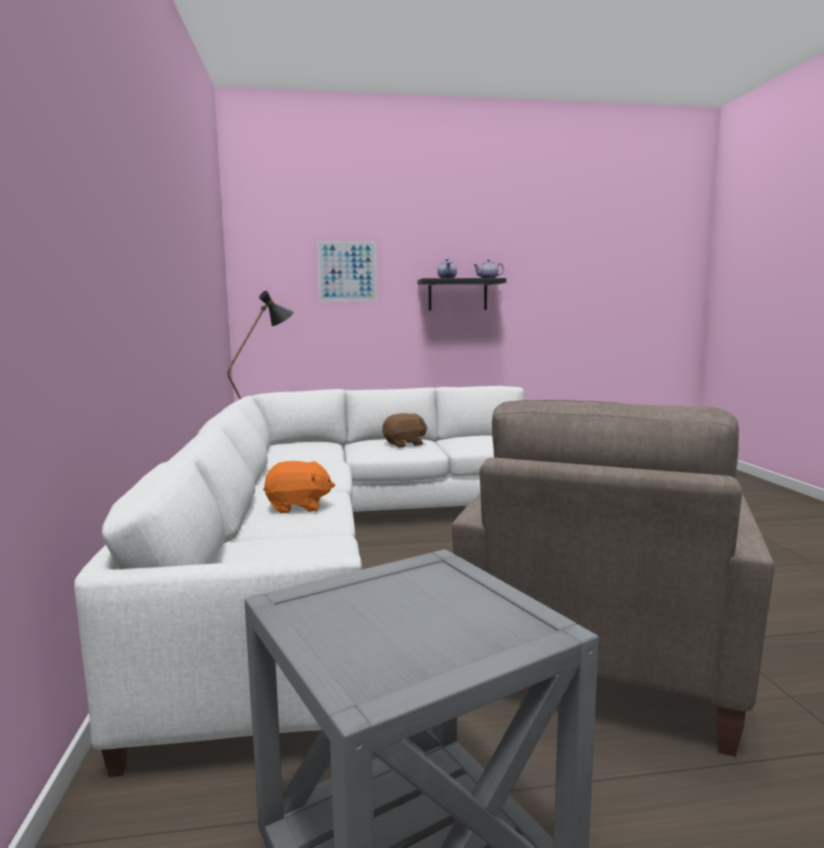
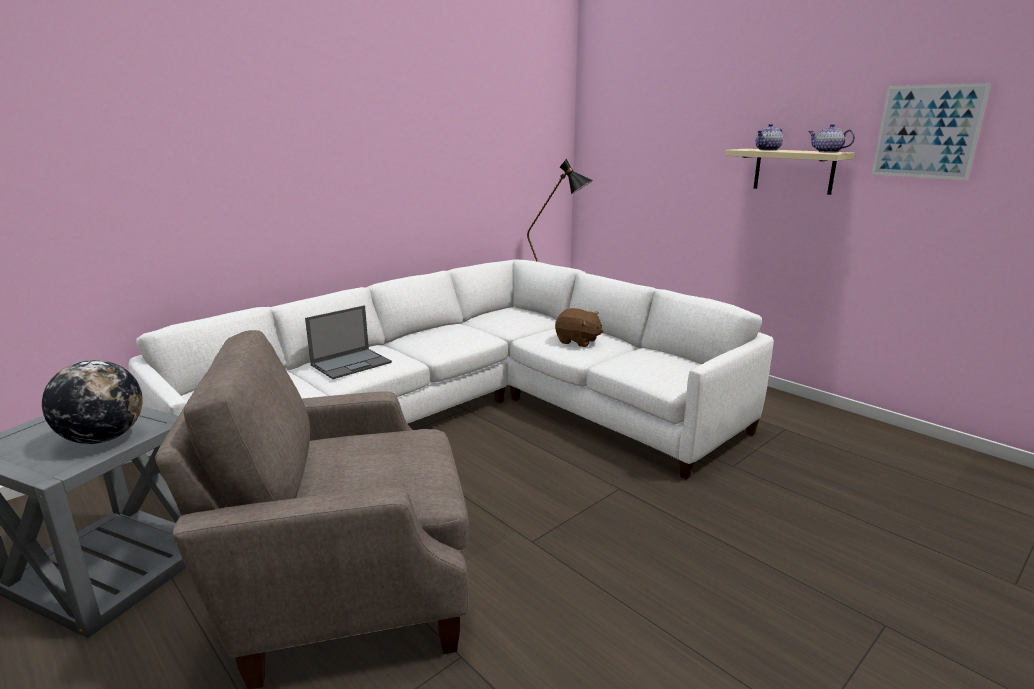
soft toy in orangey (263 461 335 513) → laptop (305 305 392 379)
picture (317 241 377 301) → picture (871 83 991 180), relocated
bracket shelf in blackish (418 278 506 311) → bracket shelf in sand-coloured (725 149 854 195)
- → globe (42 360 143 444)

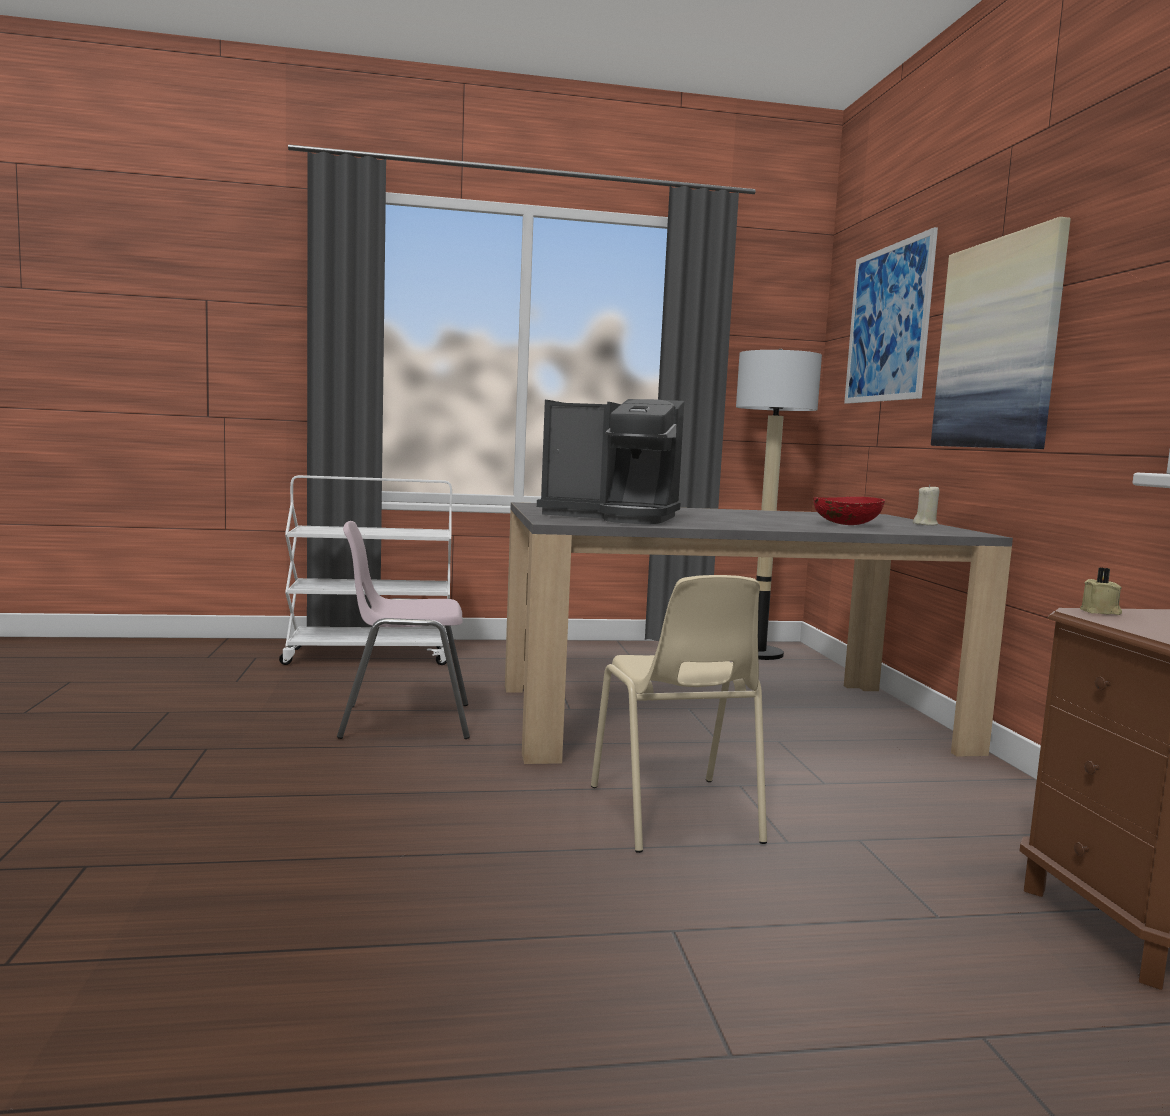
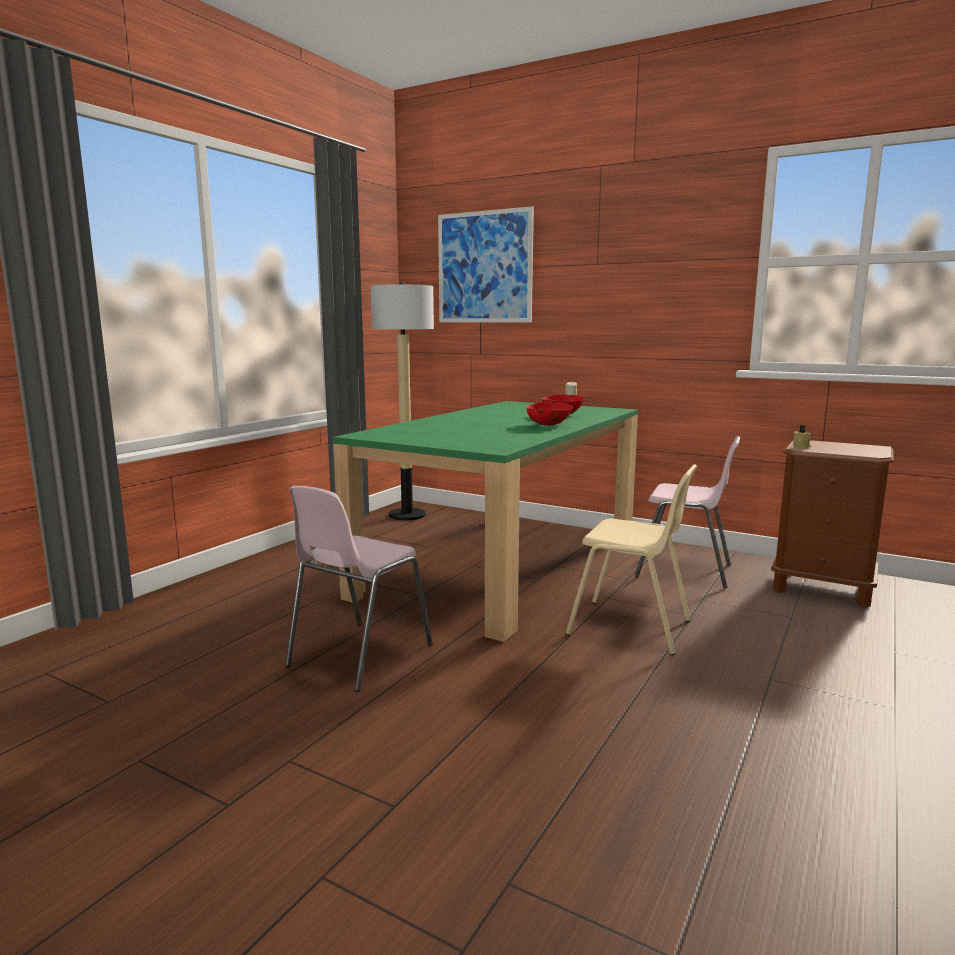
wheeled cart in whitish (279 475 452 665) → -
dining table in gray (505 502 1013 764) → dining table in greenish (333 401 638 642)
coffee brewer (537 399 684 524) → -
picture (931 217 1071 449) → -
- → bowl in reddish (526 402 573 426)
- → plain chair in pink-coloured (635 436 740 588)

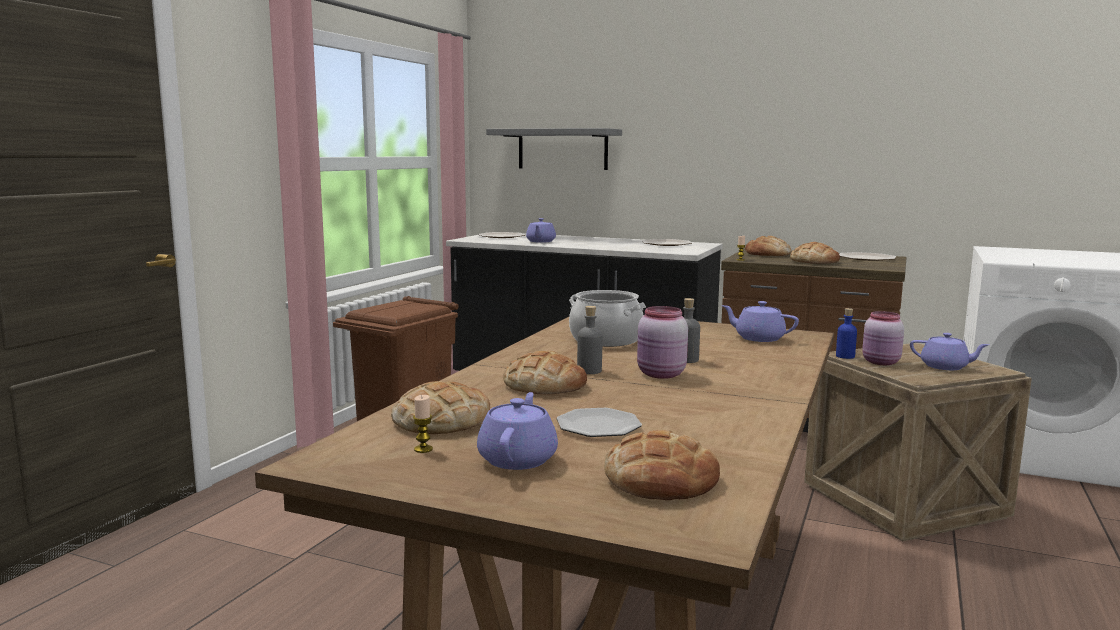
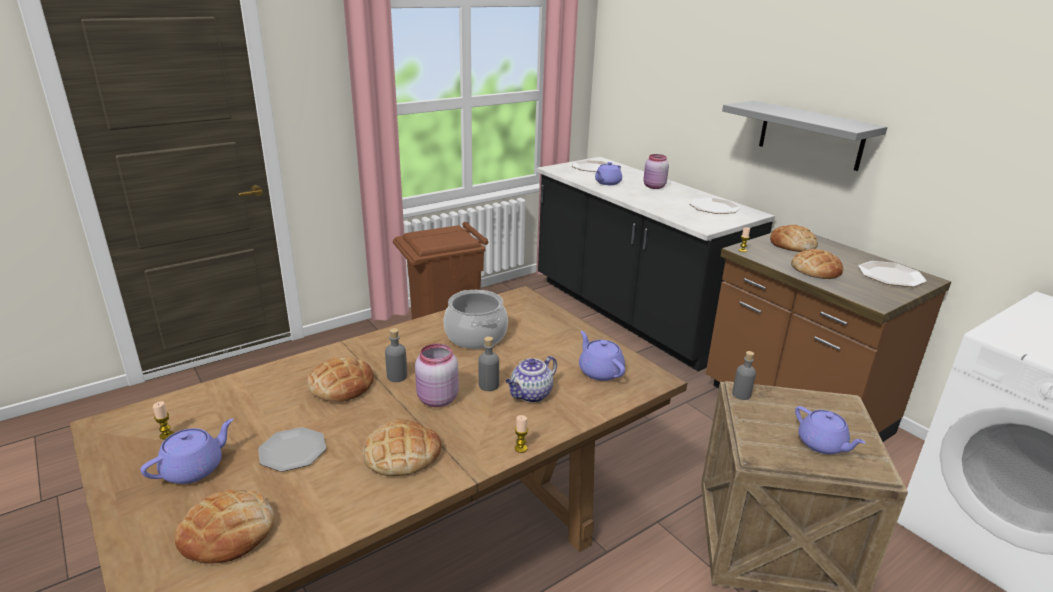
bakery bread (391 381 490 434) → bakery bread (362 420 441 476), relocated
bracket shelf in gray (486 128 622 170) → bracket shelf in gray (722 101 888 171), relocated
drink bottle in blue-coloured (836 308 857 359) → drink bottle in gray (732 351 756 400)
storage jar in pink-coloured (862 311 904 365) → storage jar in pink-coloured (643 154 669 189), relocated
- → pot for tea (506 356 557 403)
- → wax light (515 415 528 453)

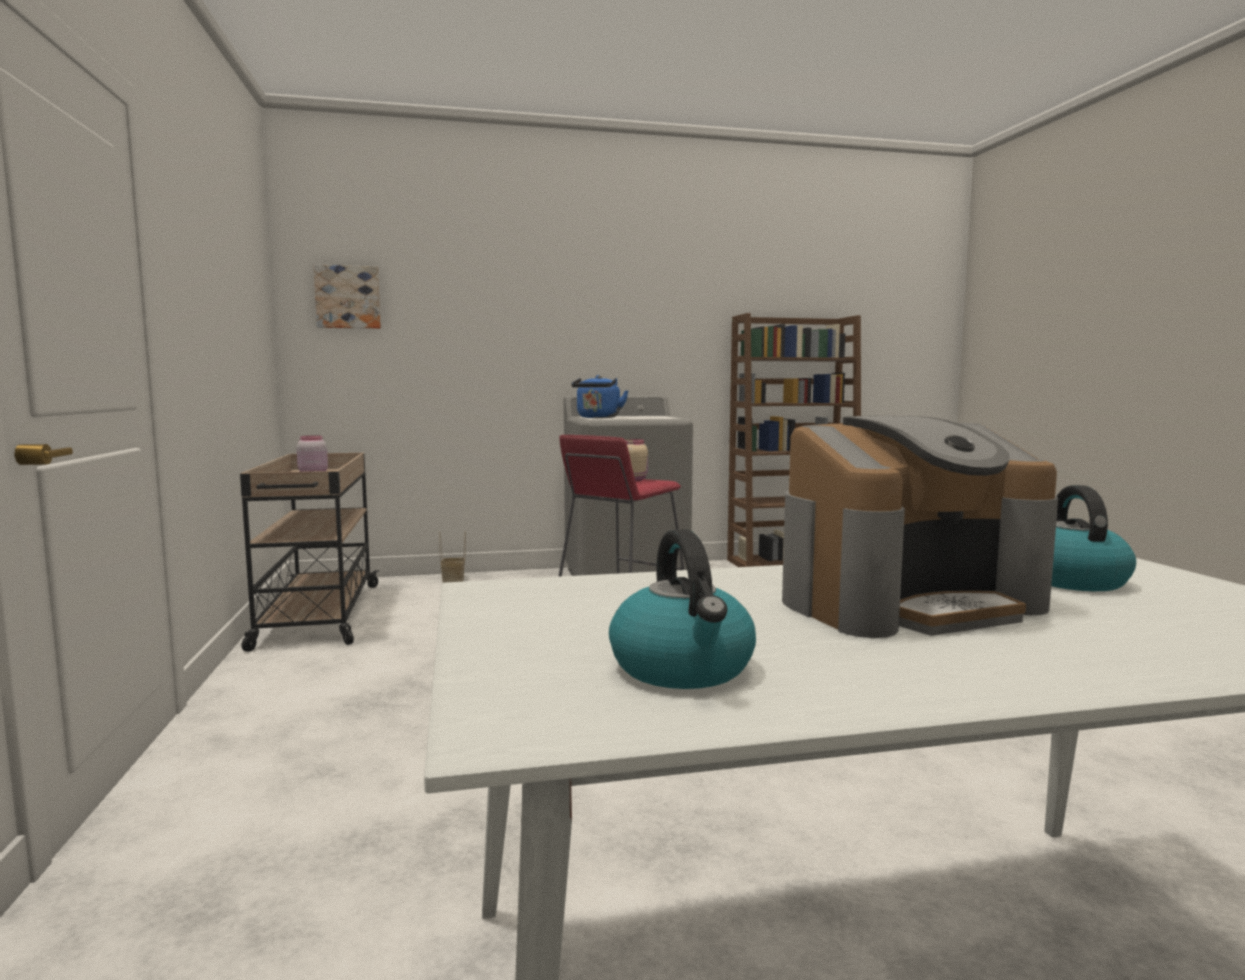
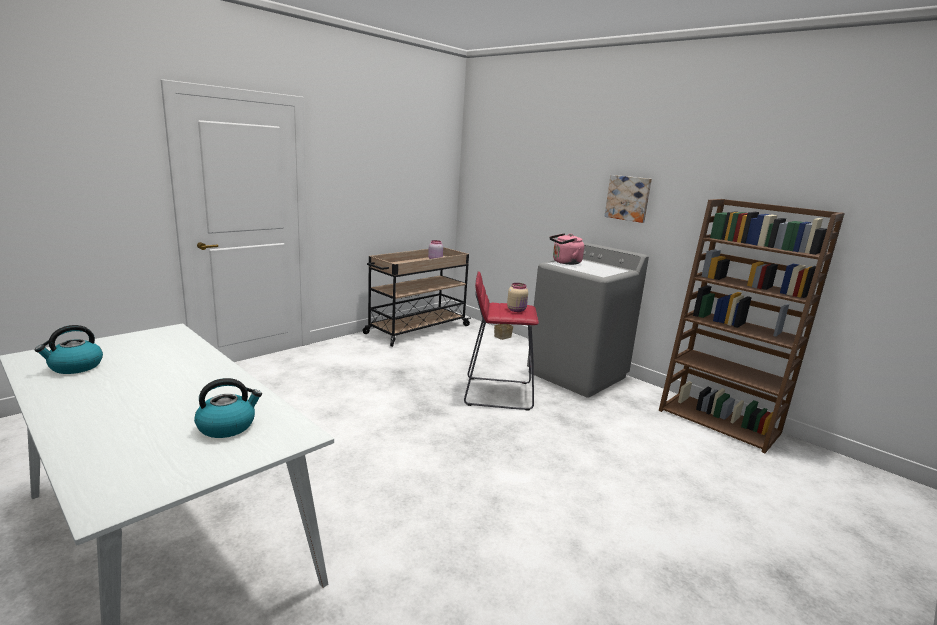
picture (313 264 381 329) → picture (604 175 652 223), relocated
kettle in blue-coloured (571 375 629 418) → kettle in pink-coloured (550 233 584 265)
coffee brewer (782 416 1058 638) → -

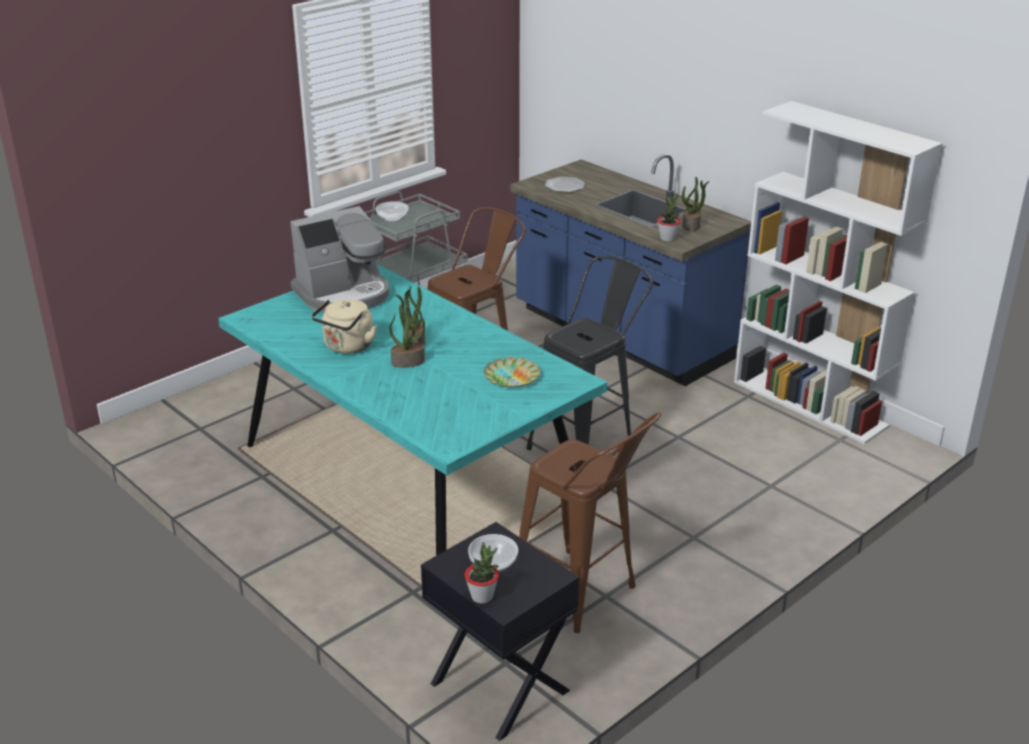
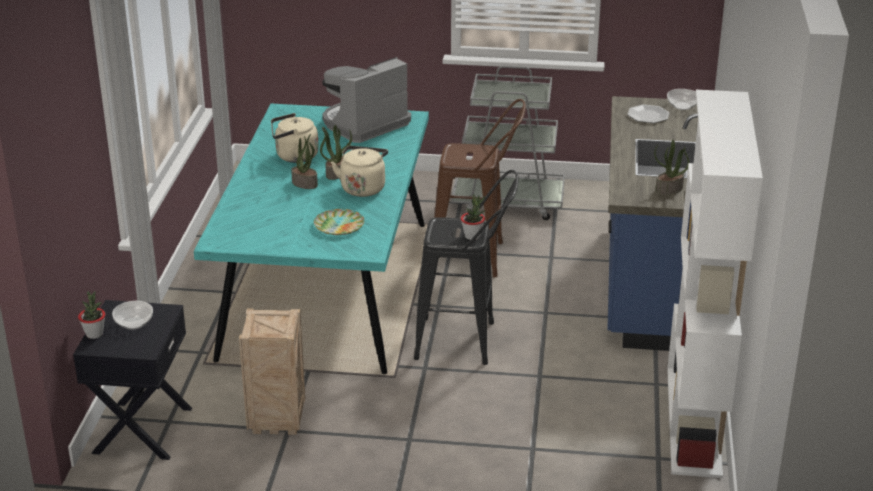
coffee brewer (290 206 389 312) → coffee brewer (322 57 411 143), 120 degrees clockwise
bowl (376 201 409 222) → bowl (667 89 697 110), relocated
stool seat in brown (519 412 661 633) → shipping crate (239 309 305 435)
houseplant (657 195 681 242) → houseplant (461 194 485 240), relocated
- → kettle in sand-coloured (331 146 388 197)

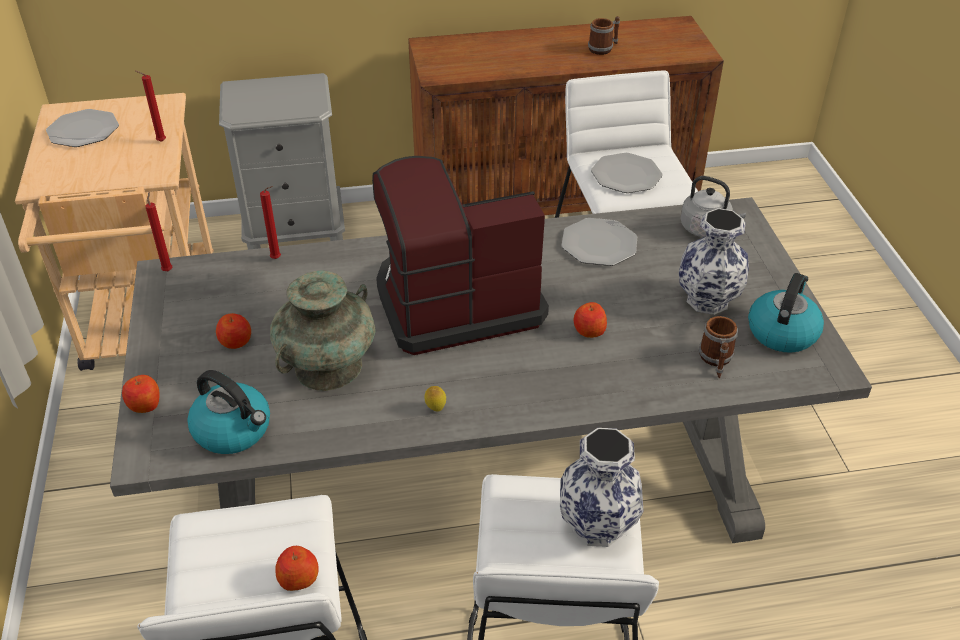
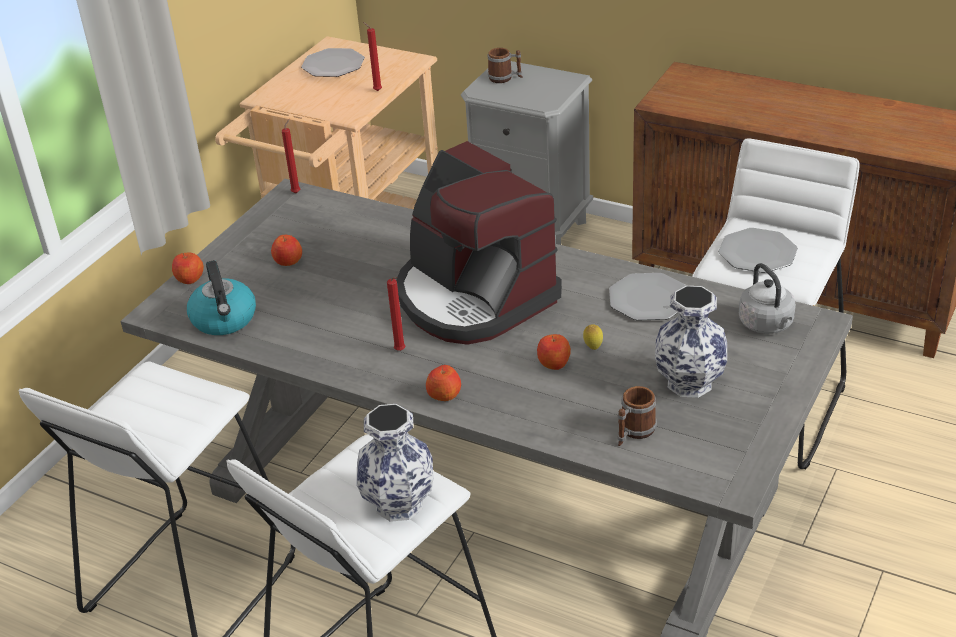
wax light in reddish (260 186 281 259) → wax light in reddish (387 277 405 351), relocated
decorative vase in turquoise (270 270 375 391) → -
apple fruit (275 546 318 591) → apple fruit (426 365 461 401), relocated
coffee brewer (372 156 549 355) → coffee brewer (396 141 562 345), 150 degrees counterclockwise
whole lemon (424 386 446 411) → whole lemon (583 324 603 350), relocated
tea mug (588 16 620 55) → tea mug (487 48 523 83), relocated
kettle (748 273 824 353) → -

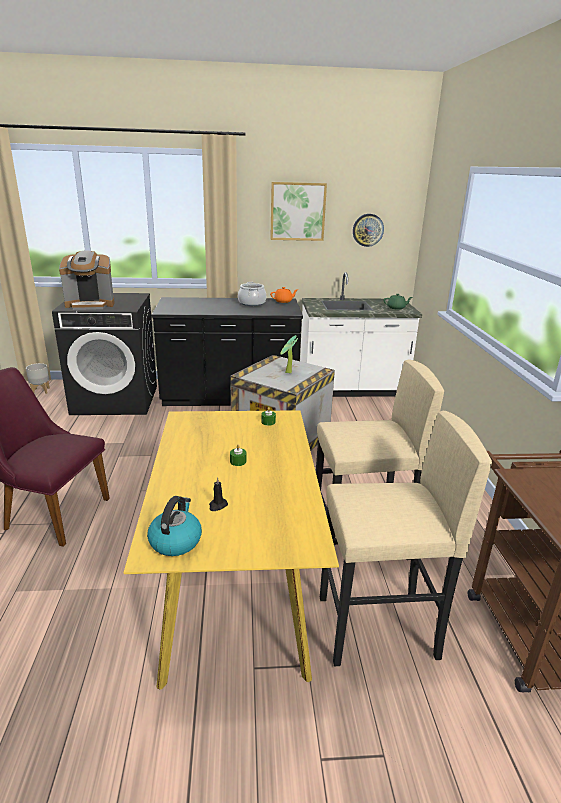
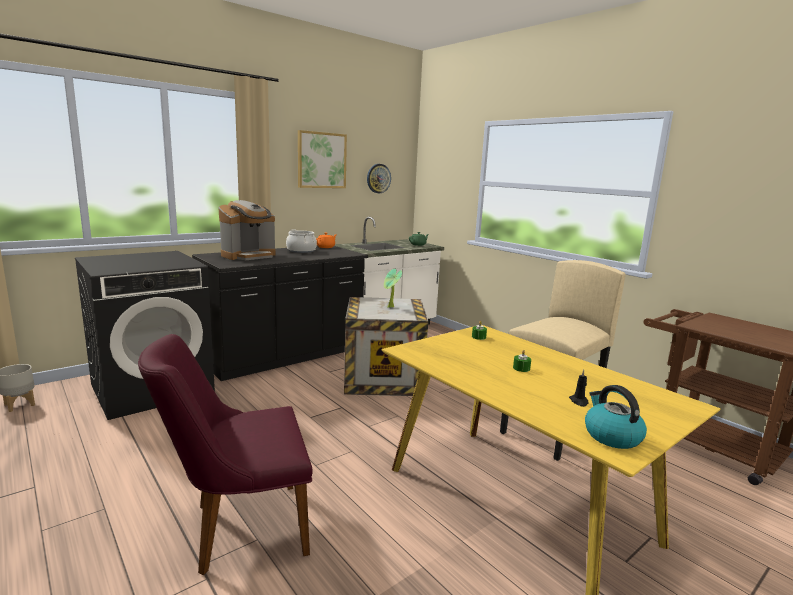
coffee brewer (59 251 114 310) → coffee brewer (219 200 276 260), relocated
stool seat in sand-coloured (320 411 492 666) → -

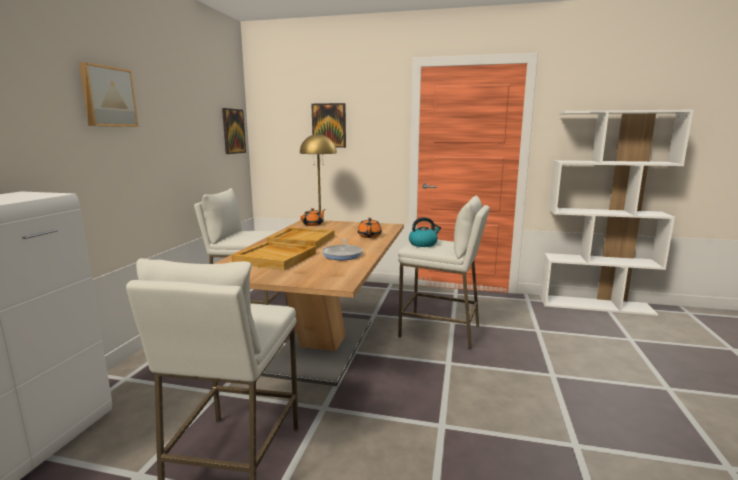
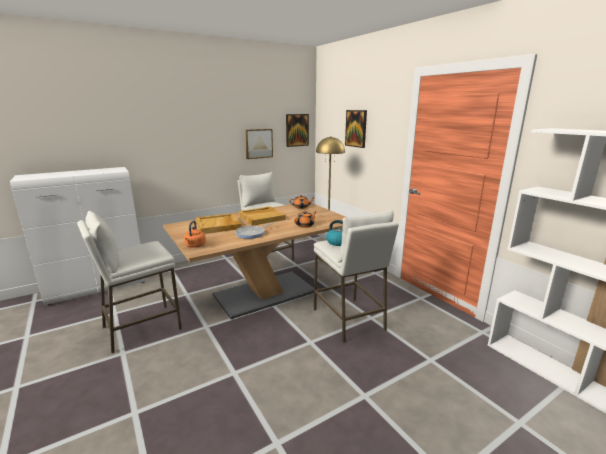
picture (79 62 139 127) → picture (245 129 273 159), relocated
- → kettle in orangey (184 221 206 248)

